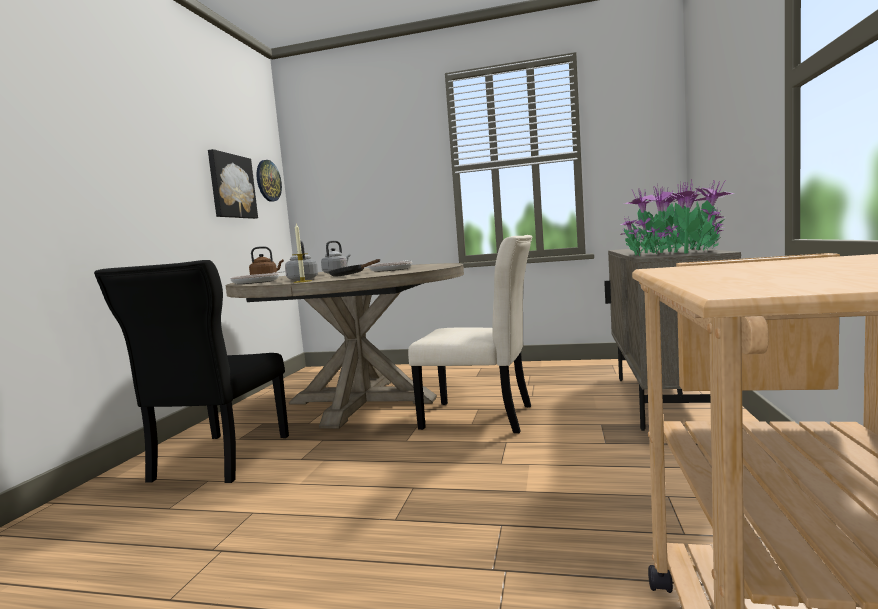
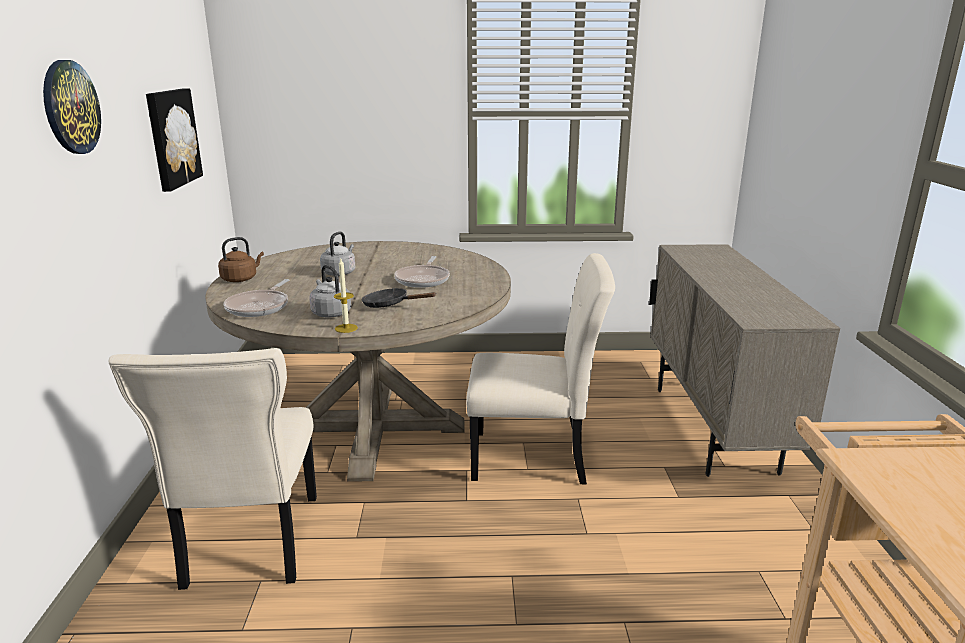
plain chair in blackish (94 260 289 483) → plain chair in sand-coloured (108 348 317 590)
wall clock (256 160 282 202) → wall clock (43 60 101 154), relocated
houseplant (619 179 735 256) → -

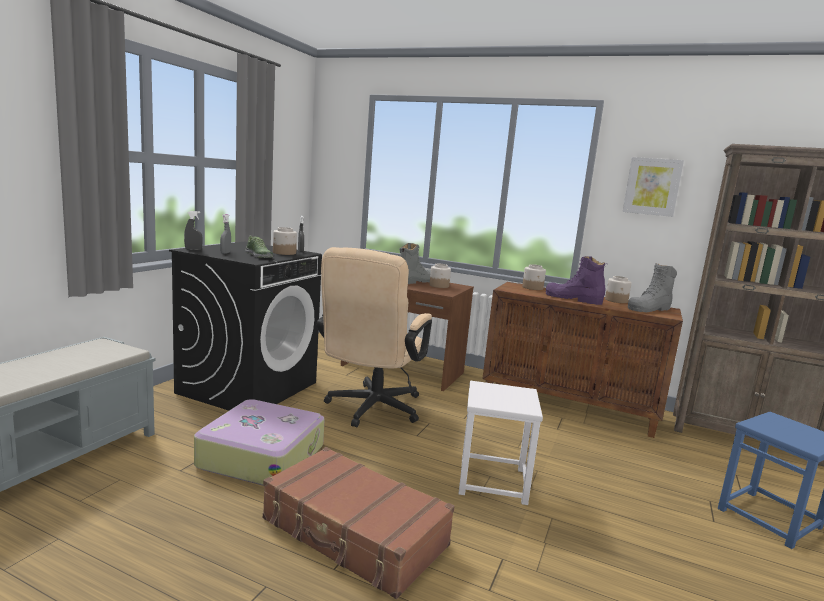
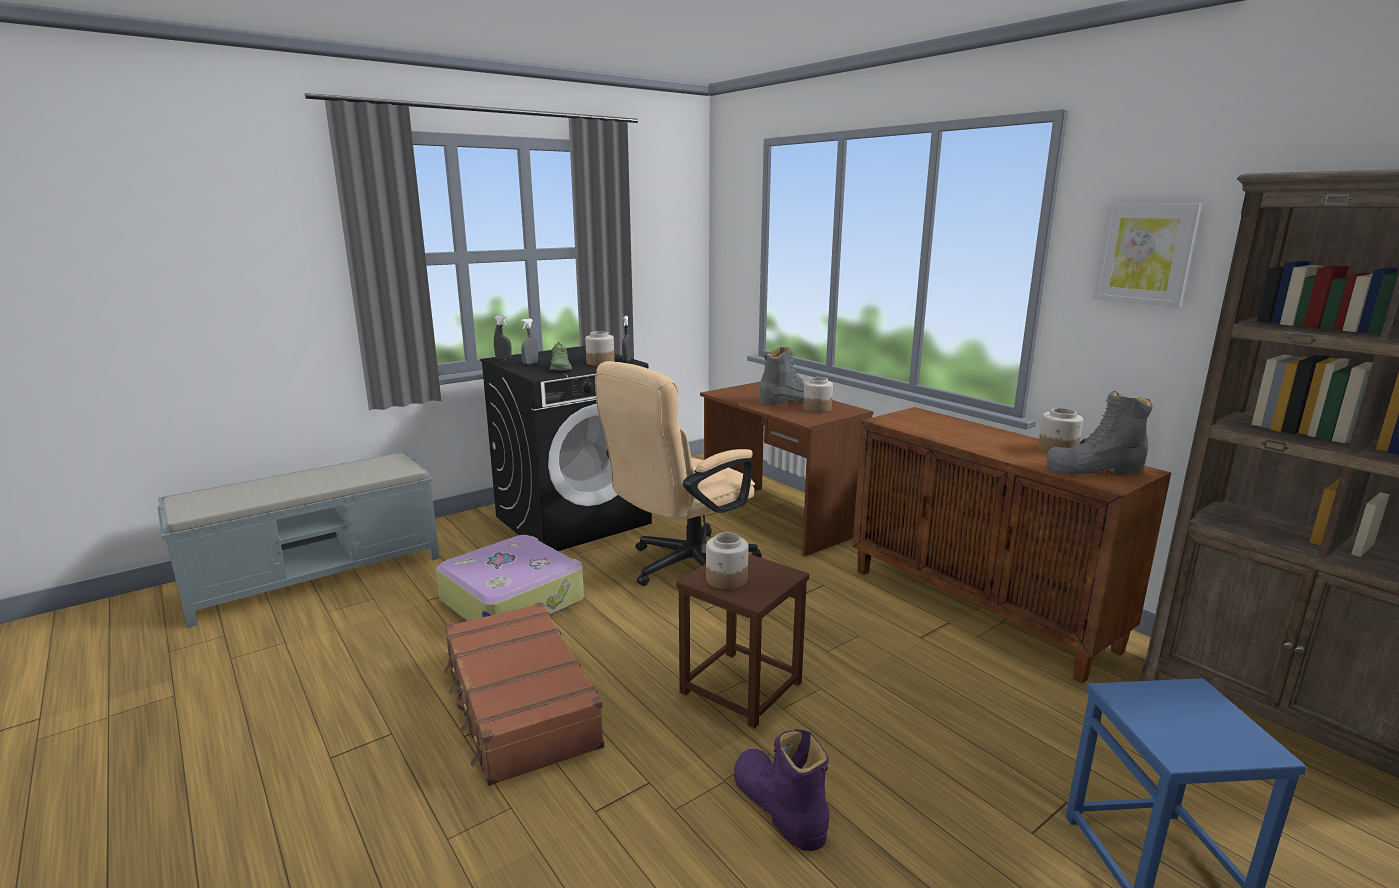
stool seat in whitish (459 381 543 505) → stool seat in brown (676 554 809 729)
storage jar (522 264 546 290) → storage jar (706 533 749 590), relocated
tall boot in purple-coloured (546 256 607 305) → tall boot in purple-coloured (734 729 830 851), relocated

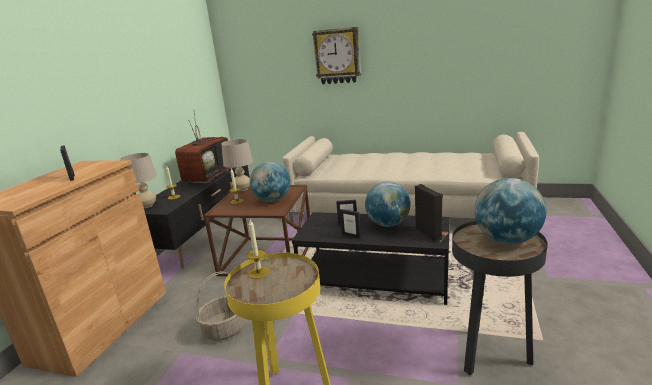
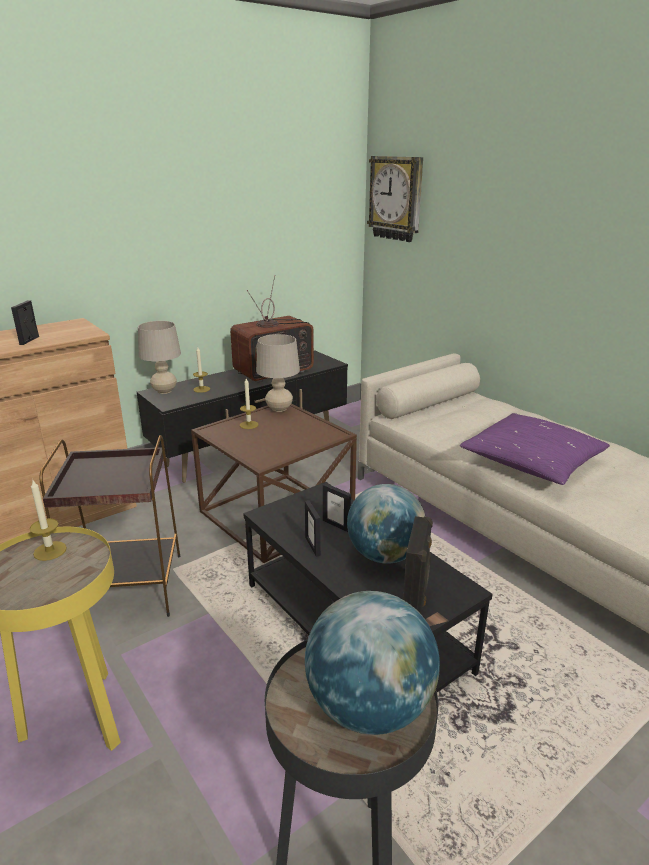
storage basket (196 271 247 341) → accent table in brown (40 435 180 617)
globe (250 161 290 202) → -
wall clock (312 27 361 84) → wall clock (367 156 423 242), relocated
- → throw pillow in purple-coloured (460 413 610 485)

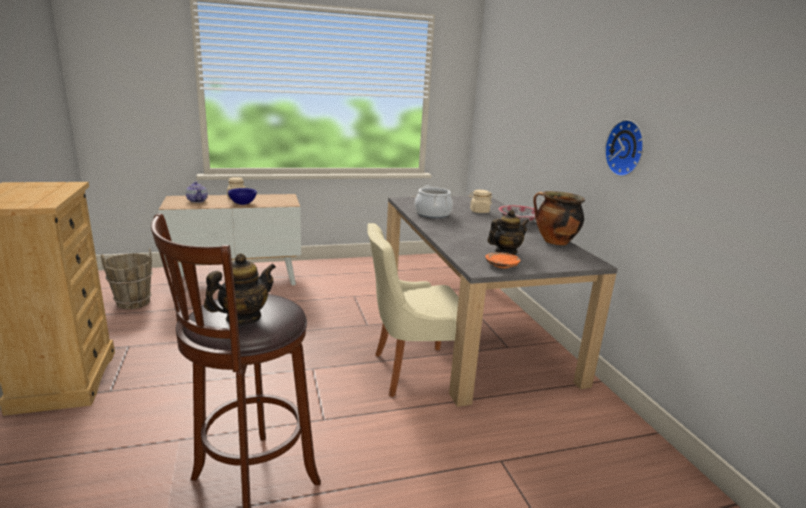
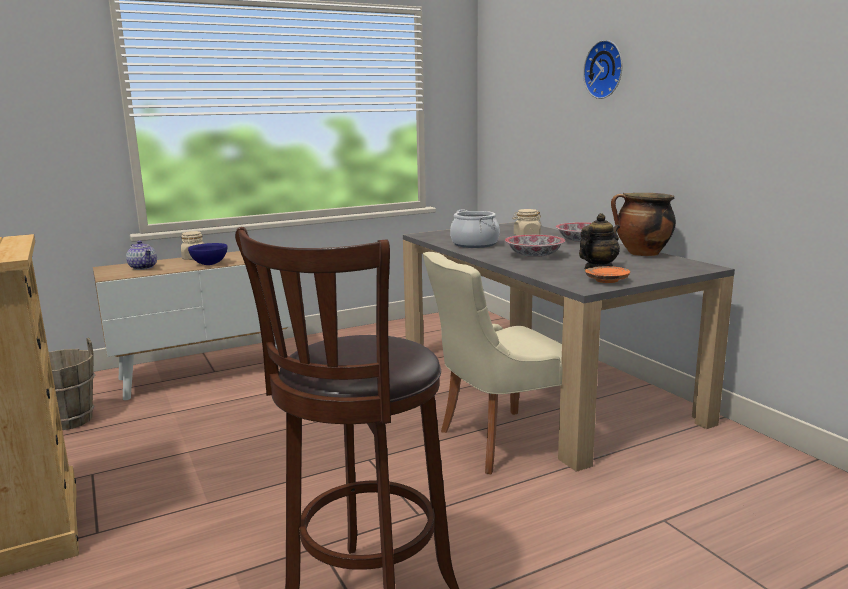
pot for tea (204 253 276 325) → -
wall clock (604 120 644 177) → wall clock (583 40 623 99), relocated
- → bowl (505 235 565 257)

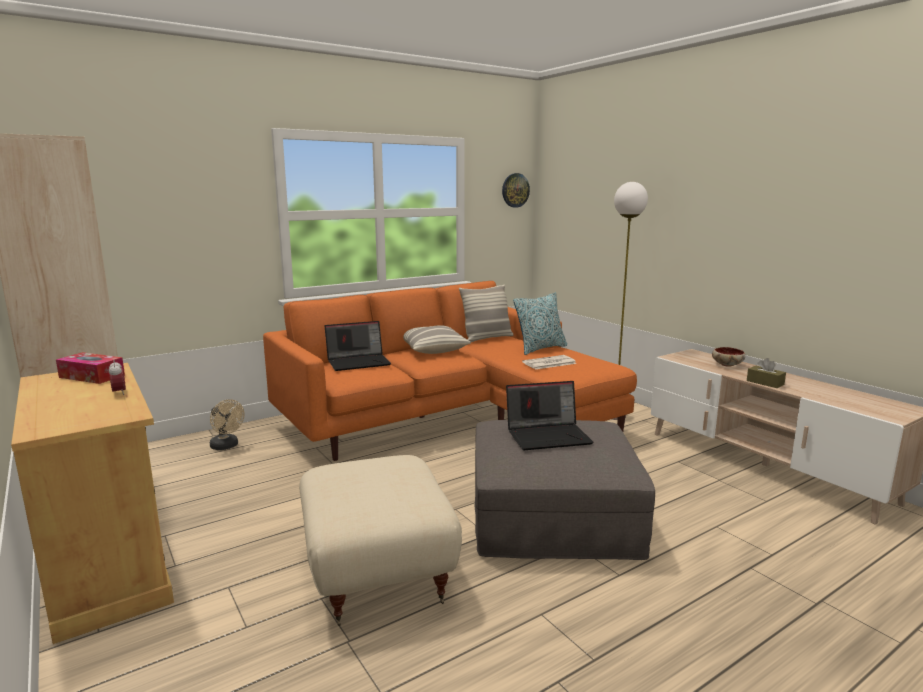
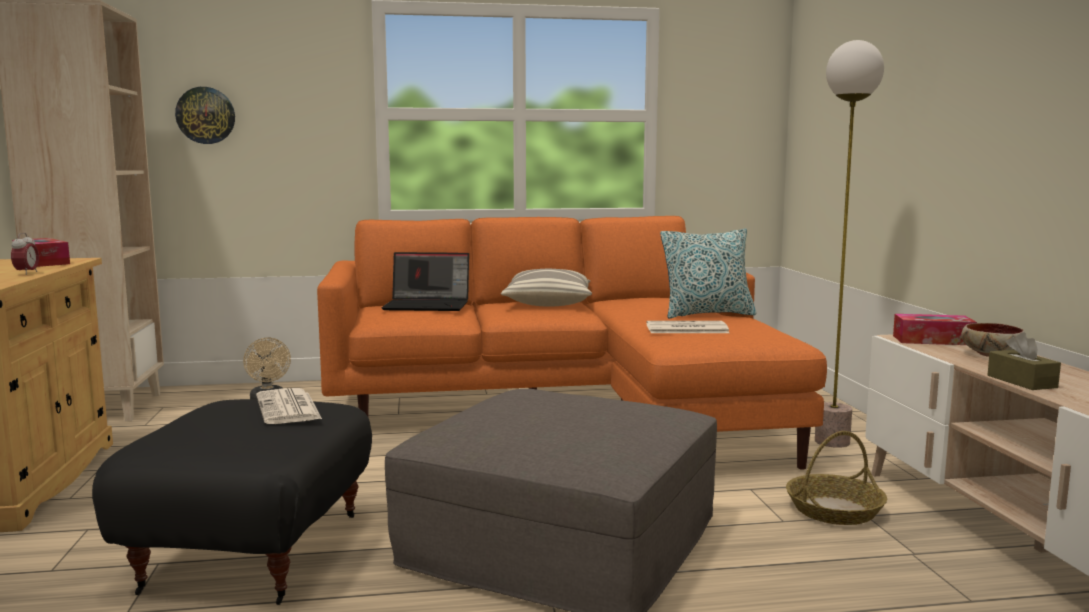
ottoman in sand-coloured (299 455 462 626) → ottoman in blackish (92 399 372 605)
throw pillow (459 285 513 342) → -
wall clock (502 173 530 208) → wall clock (175 87 235 144), relocated
laptop (506 381 593 450) → -
- → daily paper (256 388 322 424)
- → storage basket (786 431 887 525)
- → box of tissues (893 314 977 345)

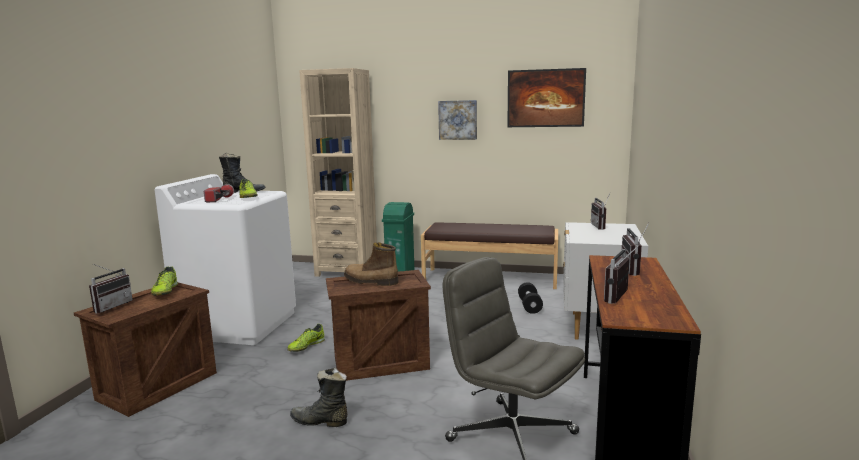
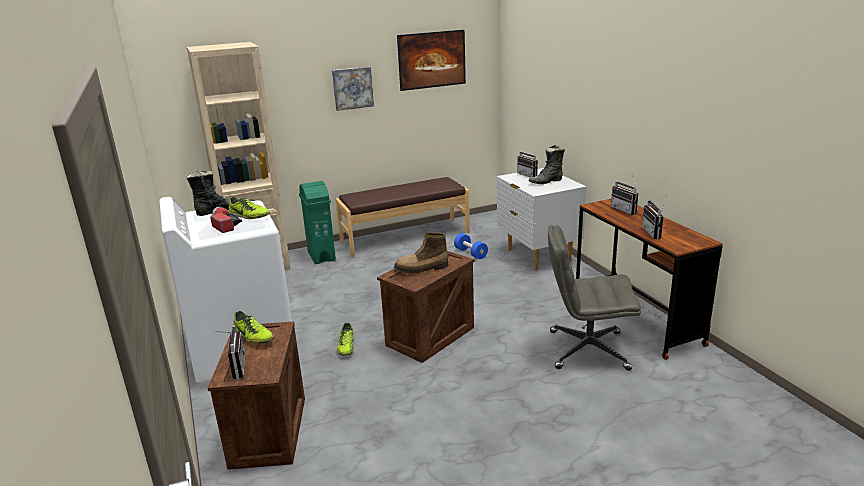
tall boot in blackish (290 368 347 427) → tall boot in blackish (528 145 565 184), relocated
free weight in blackish (518 282 543 314) → free weight in blue-coloured (454 233 488 259)

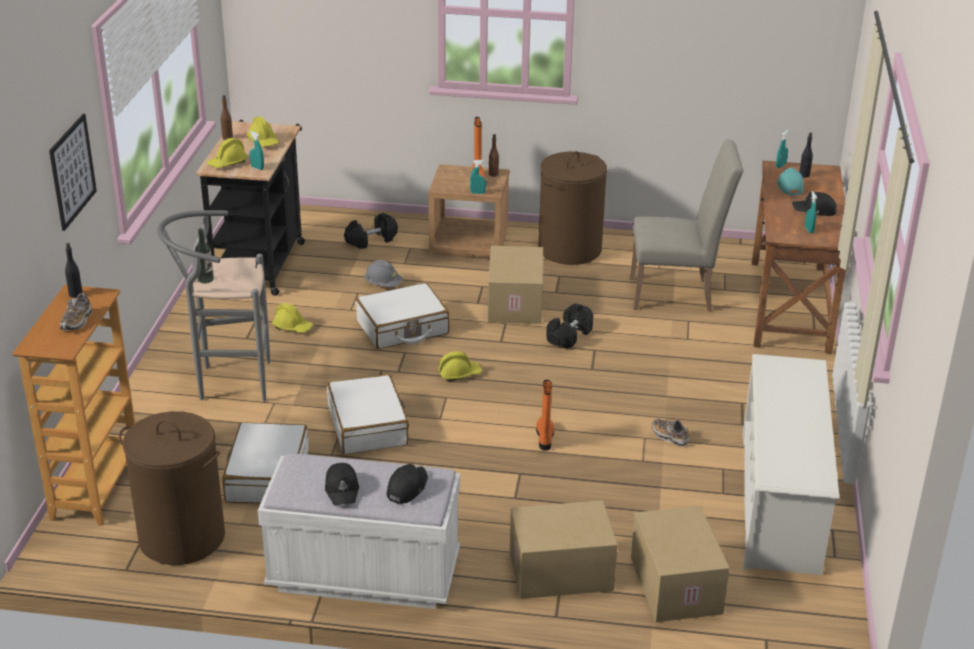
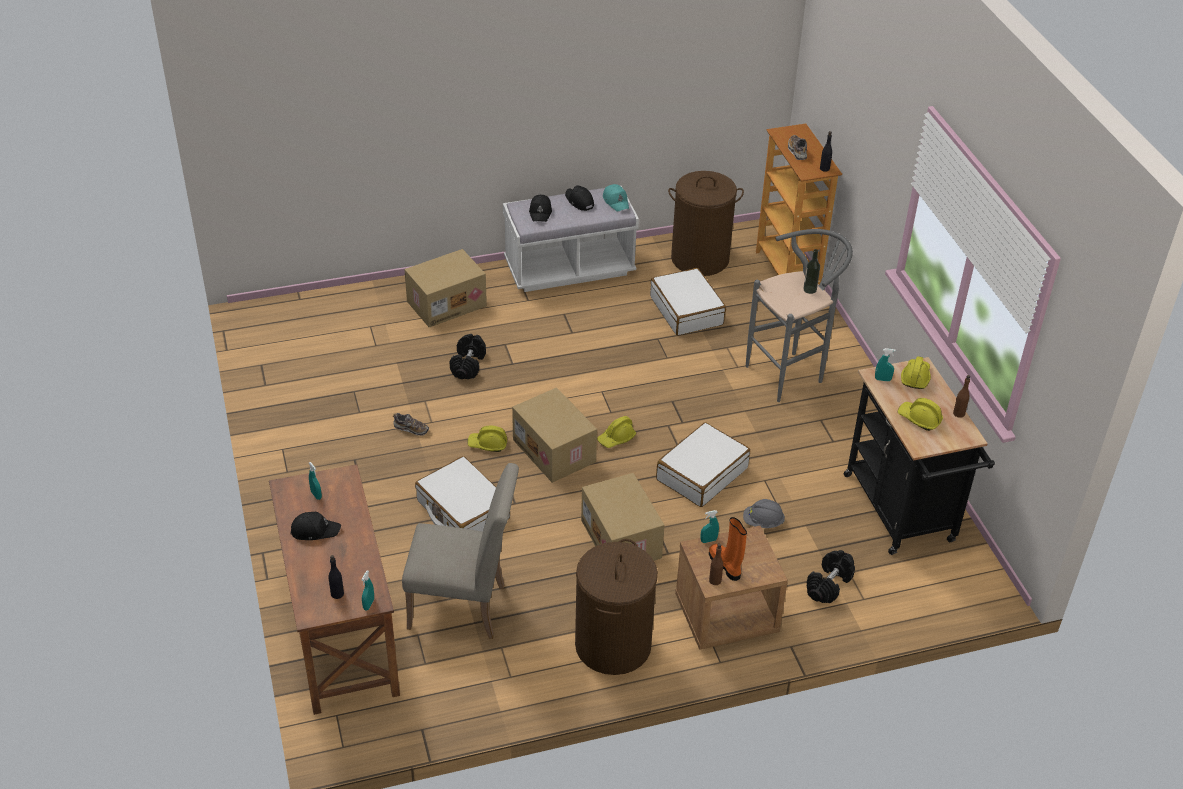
picture (49 114 97 231) → -
safety helmet in yellowish (272 303 313 333) → safety helmet in yellowish (467 425 507 452), relocated
suitcase in whitish (327 374 409 454) → suitcase in whitish (415 456 510 532), relocated
tall boot in orangey (536 380 554 451) → -
free weight in blackish (546 303 593 349) → free weight in blackish (450 334 486 379), relocated
plain chair in sand-coloured (630 140 743 311) → plain chair in sand-coloured (402 463 519 639), 150 degrees counterclockwise
cardboard box (631 506 730 622) → cardboard box (512 388 597 483), relocated
shoe rack in whitish (743 354 839 575) → -
baseball cap in turquoise (777 168 803 195) → baseball cap in turquoise (603 184 629 212), relocated

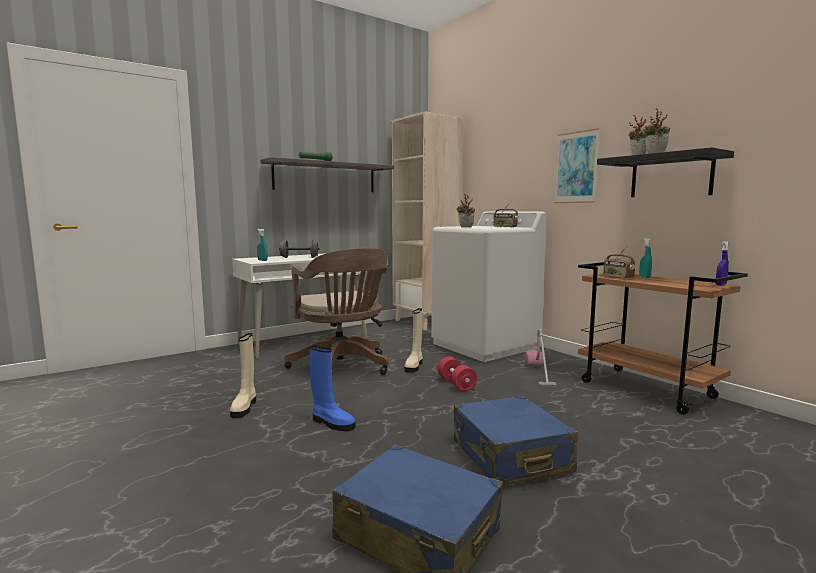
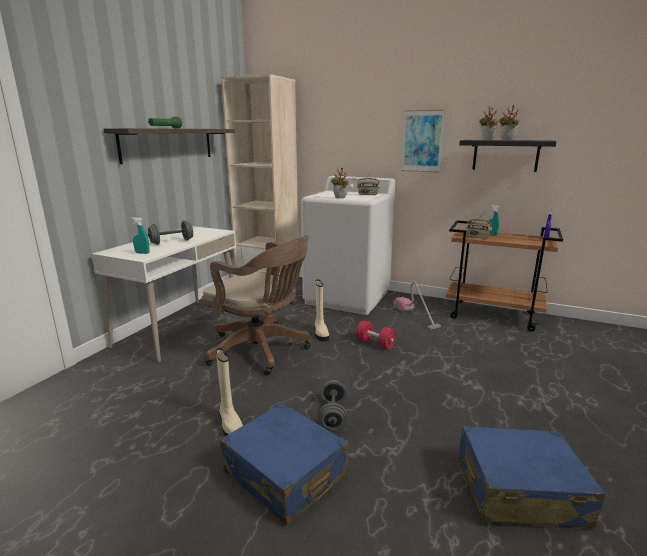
tall boot in blue-coloured (309 346 356 431) → free weight in gray (319 380 347 430)
suitcase in blue-coloured (454 396 578 486) → suitcase in blue-coloured (220 403 349 525), relocated

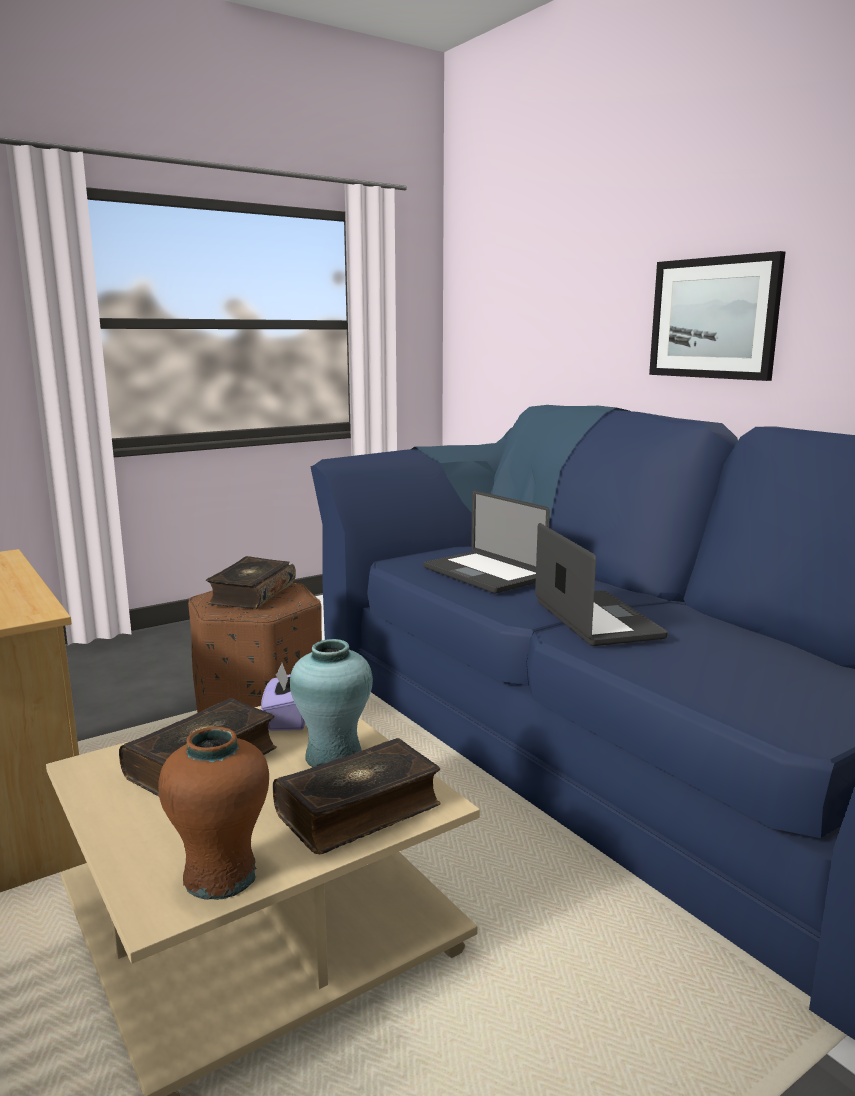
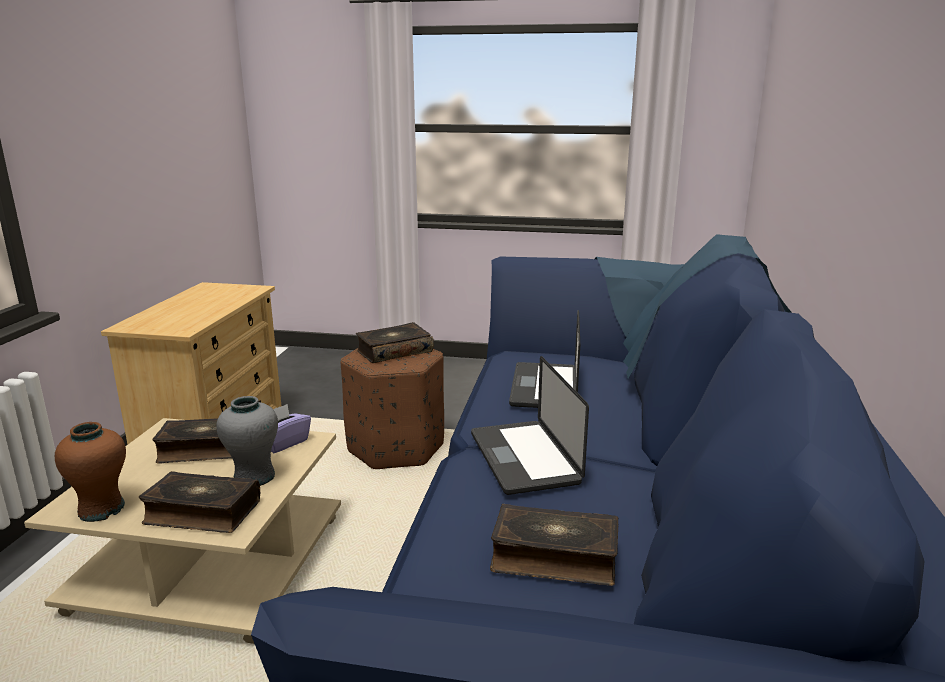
decorative vase in turquoise (290 639 373 767) → decorative vase in gray (216 396 278 486)
laptop (535 523 668 646) → laptop (471 356 589 495), 135 degrees clockwise
picture (649 251 786 381) → -
- → bound book (490 504 619 586)

